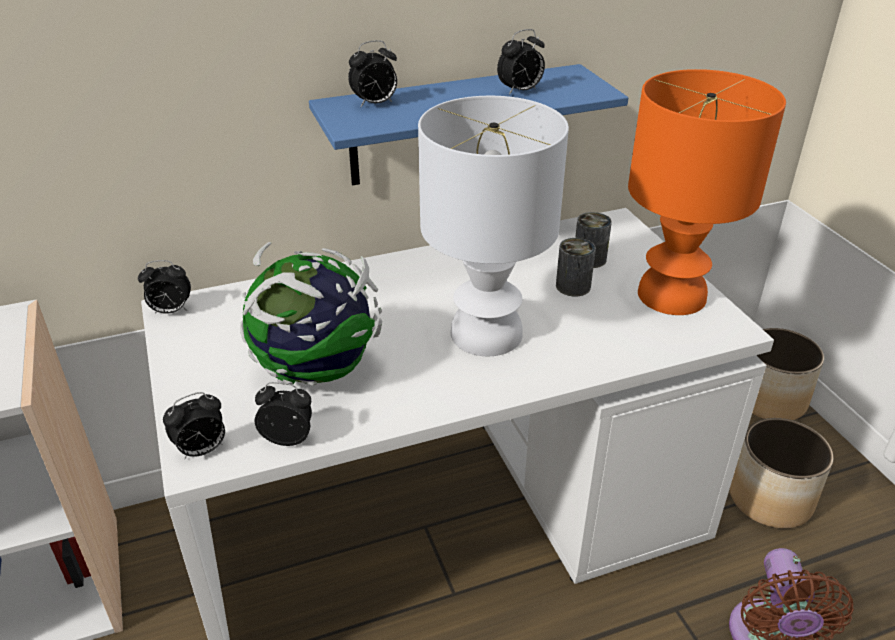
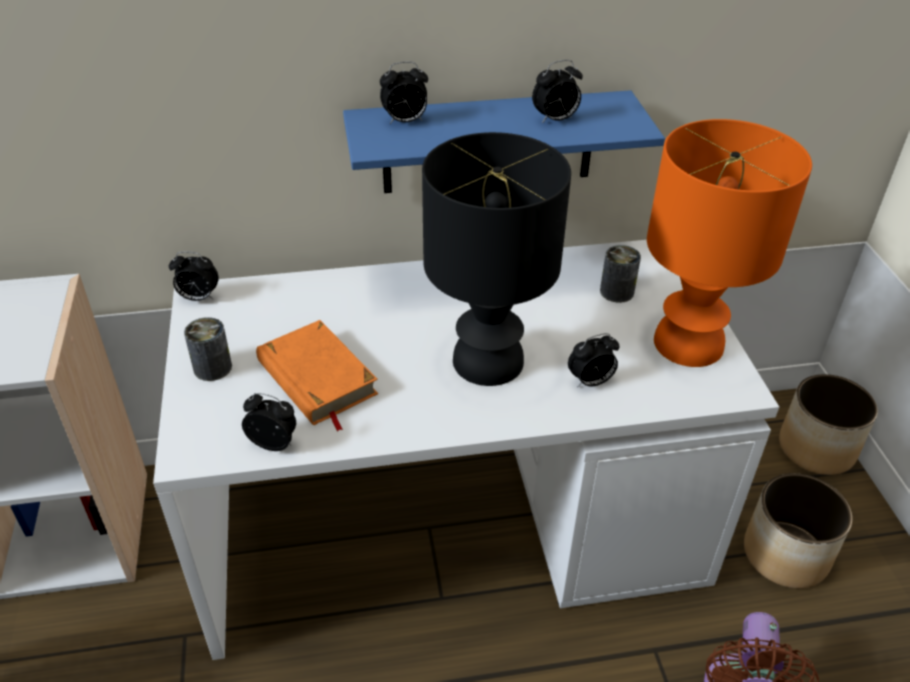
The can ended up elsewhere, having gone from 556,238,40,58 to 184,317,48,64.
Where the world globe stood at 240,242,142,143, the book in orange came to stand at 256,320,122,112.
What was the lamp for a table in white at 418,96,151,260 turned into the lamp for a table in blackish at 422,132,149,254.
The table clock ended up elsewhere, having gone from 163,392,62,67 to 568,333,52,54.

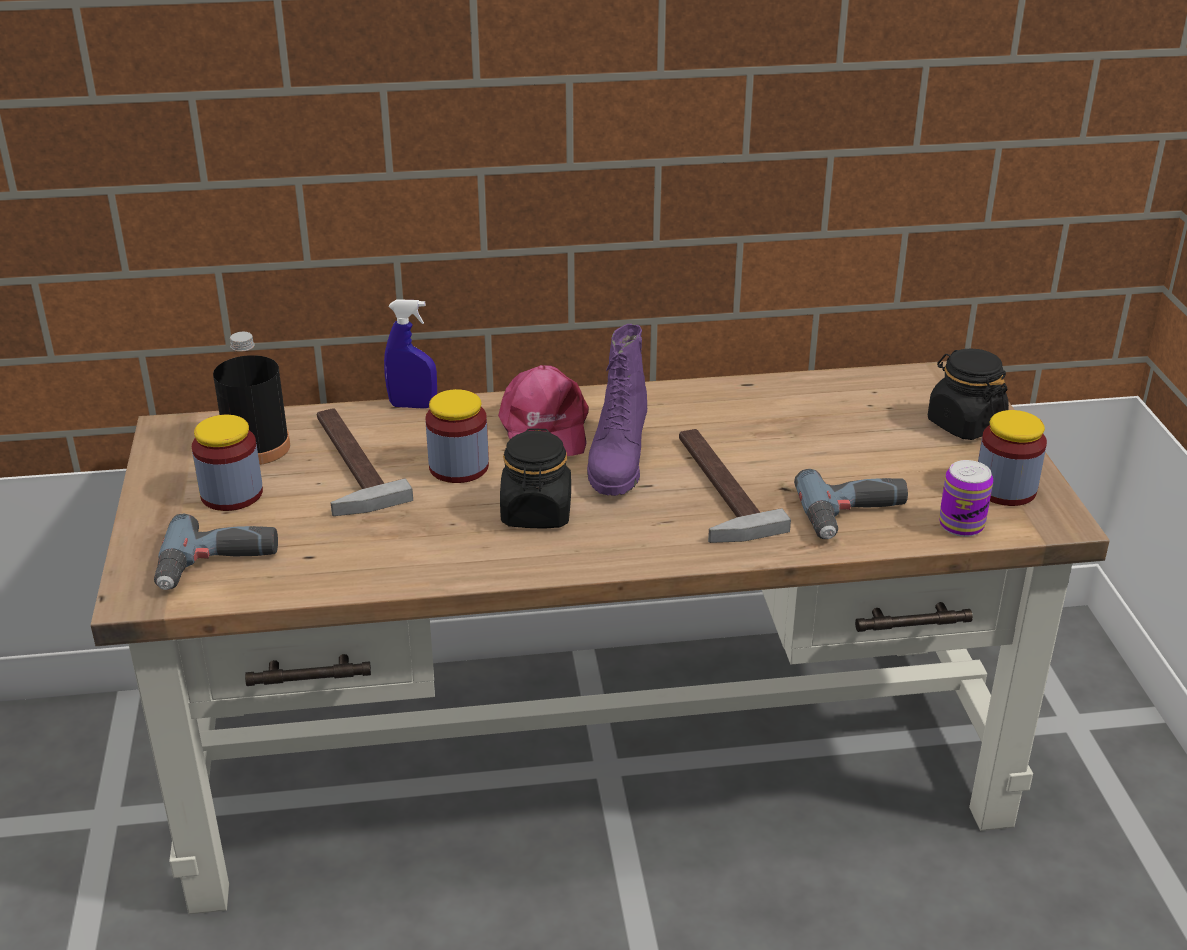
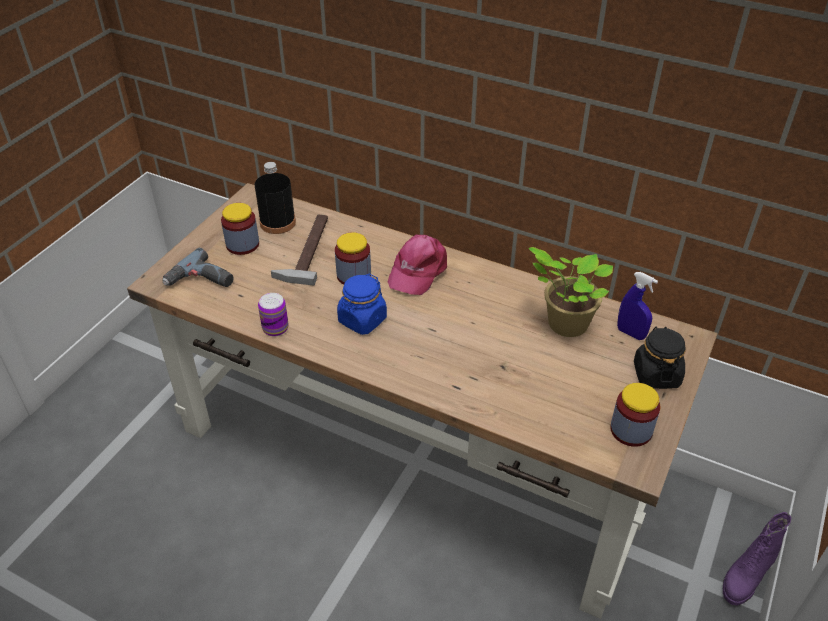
The can ended up elsewhere, having gone from 939,460,54,77 to 258,293,31,43.
What was the jar in blackish at 500,428,71,100 turned into the jar in blue at 337,274,50,61.
The second view gained the plant in a pot at 529,247,84,90.
The spray bottle in blue ended up elsewhere, having gone from 384,299,53,110 to 617,272,41,68.
The tall boot in purple ended up elsewhere, having gone from 587,324,60,172 to 722,512,69,94.
The second view lost the hand hammer at 679,429,112,114.
The second view lost the drill at 794,469,114,70.

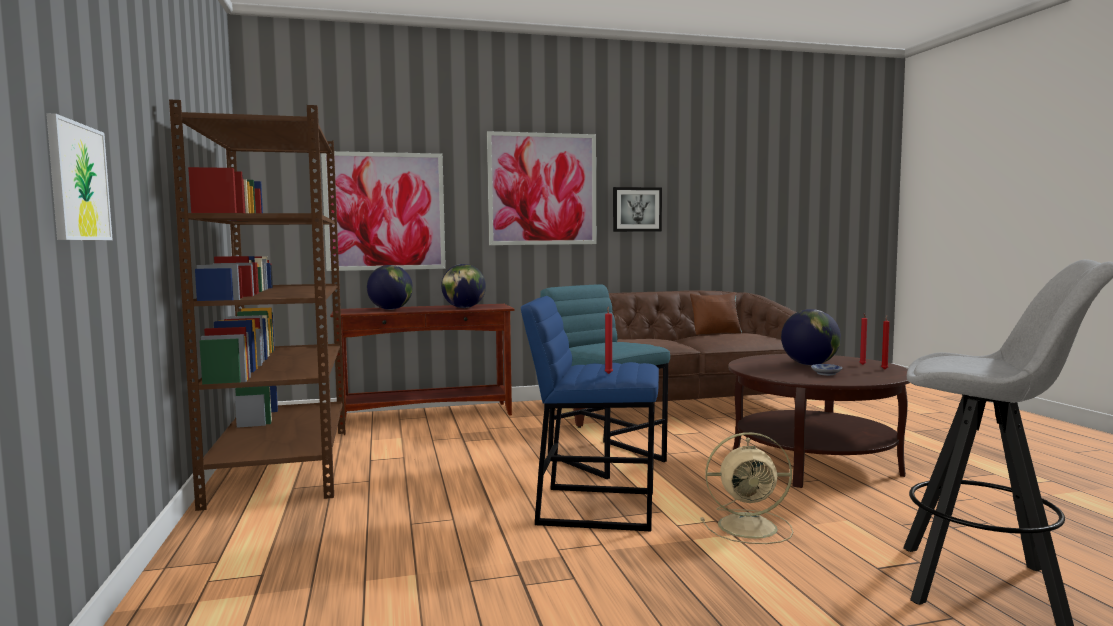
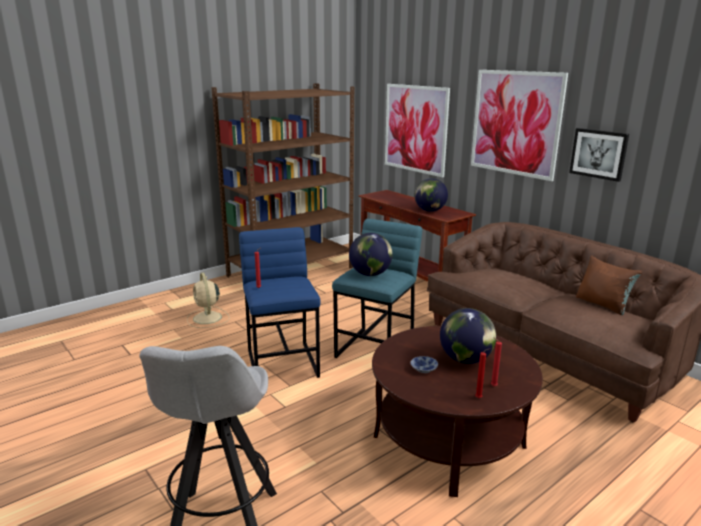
The electric fan in beige ended up elsewhere, having gone from 700,432,93,112 to 187,273,43,55.
The world globe ended up elsewhere, having gone from 367,265,46,45 to 349,233,44,43.
The second view lost the wall picture at 46,113,67,127.

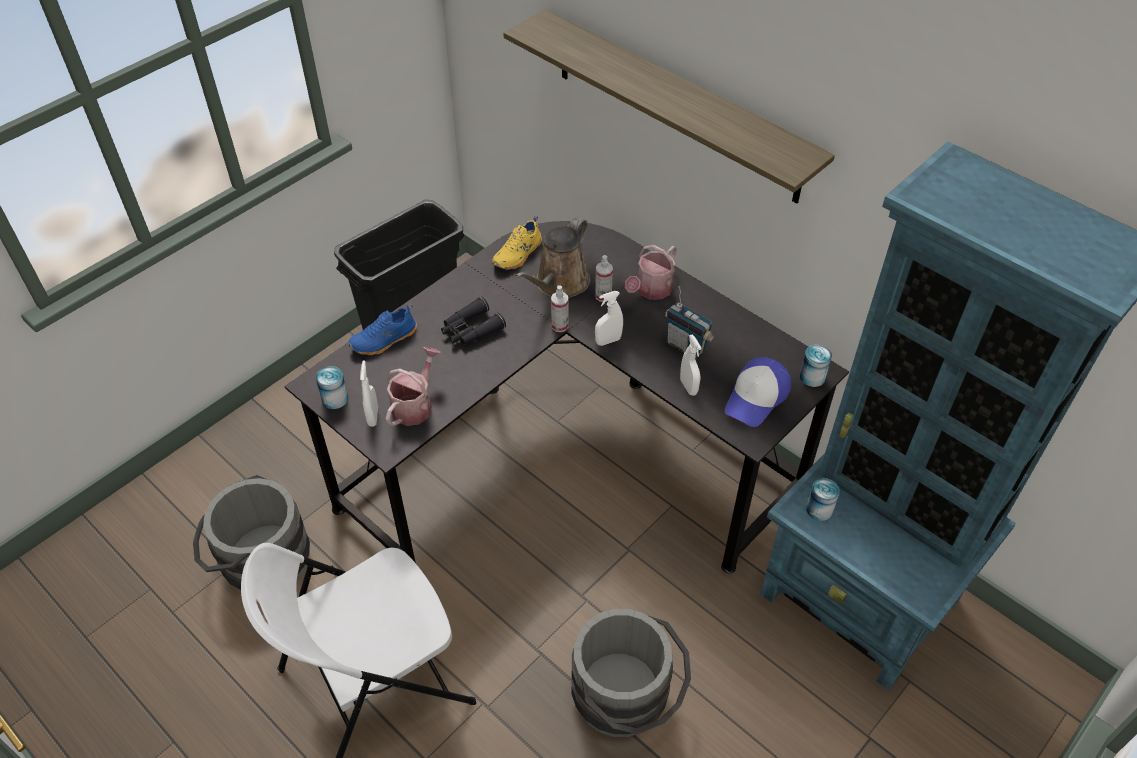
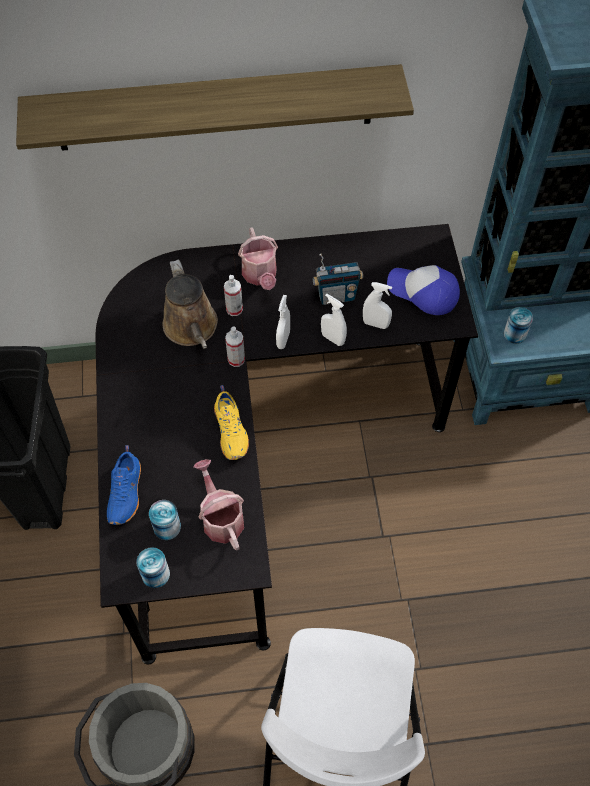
The can ended up elsewhere, having gone from 800,345,32,42 to 149,500,32,40.
The low shoe in yellow ended up elsewhere, having gone from 492,216,50,54 to 214,385,35,75.
The spray bottle in white ended up elsewhere, having gone from 360,360,18,67 to 321,294,26,52.
The peaked cap at 725,357,66,70 ended up facing another way, 135 degrees clockwise from before.
The second view lost the binoculars in blackish at 441,296,65,49.
The second view lost the water bucket in gray at 572,609,119,128.

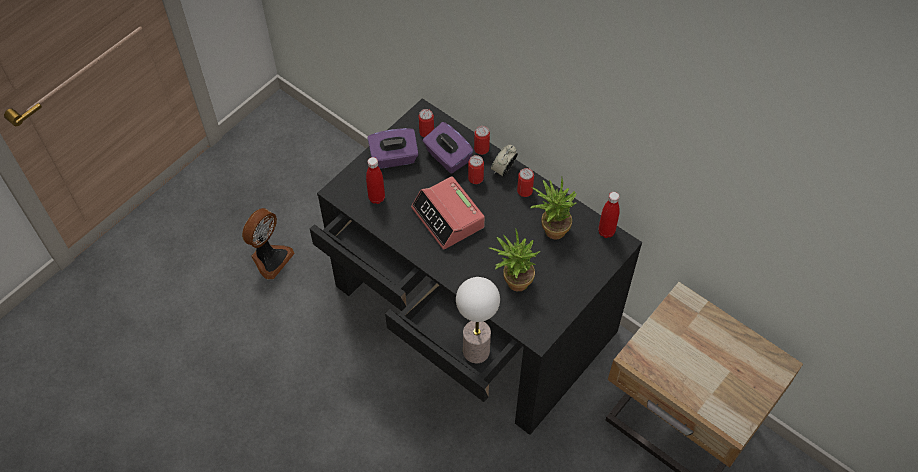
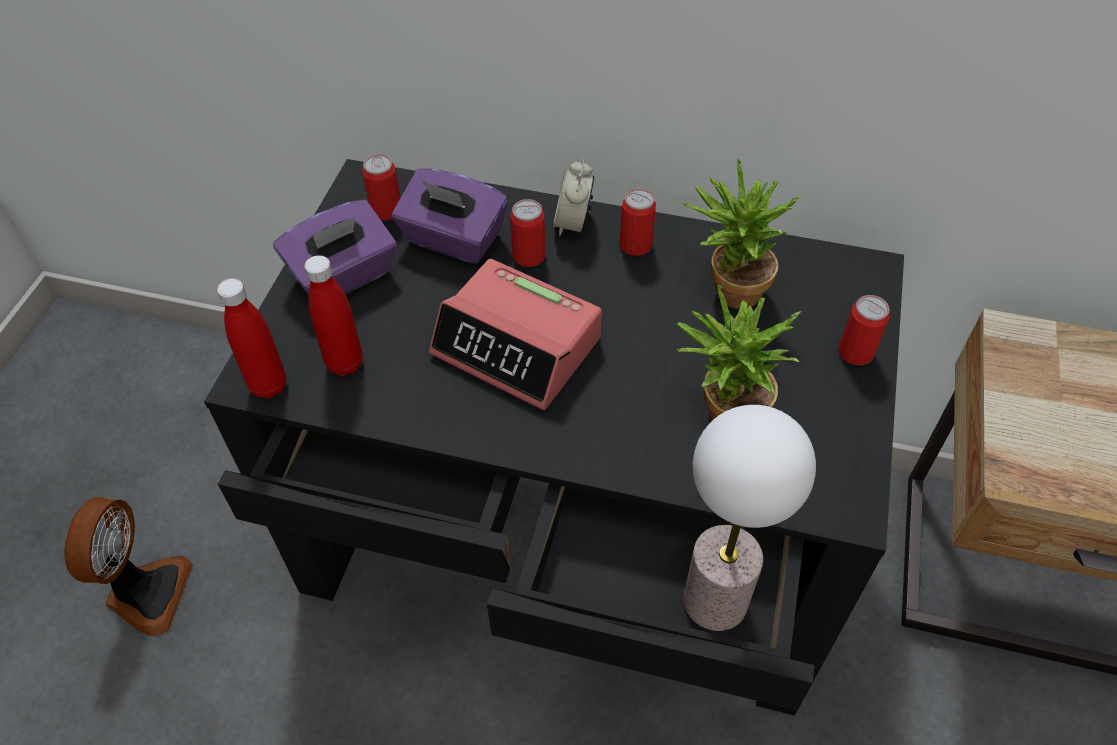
The beverage bottle in reddish ended up elsewhere, having gone from 598,192,22,46 to 217,278,69,121.
The can ended up elsewhere, having gone from 474,126,16,29 to 838,295,52,70.

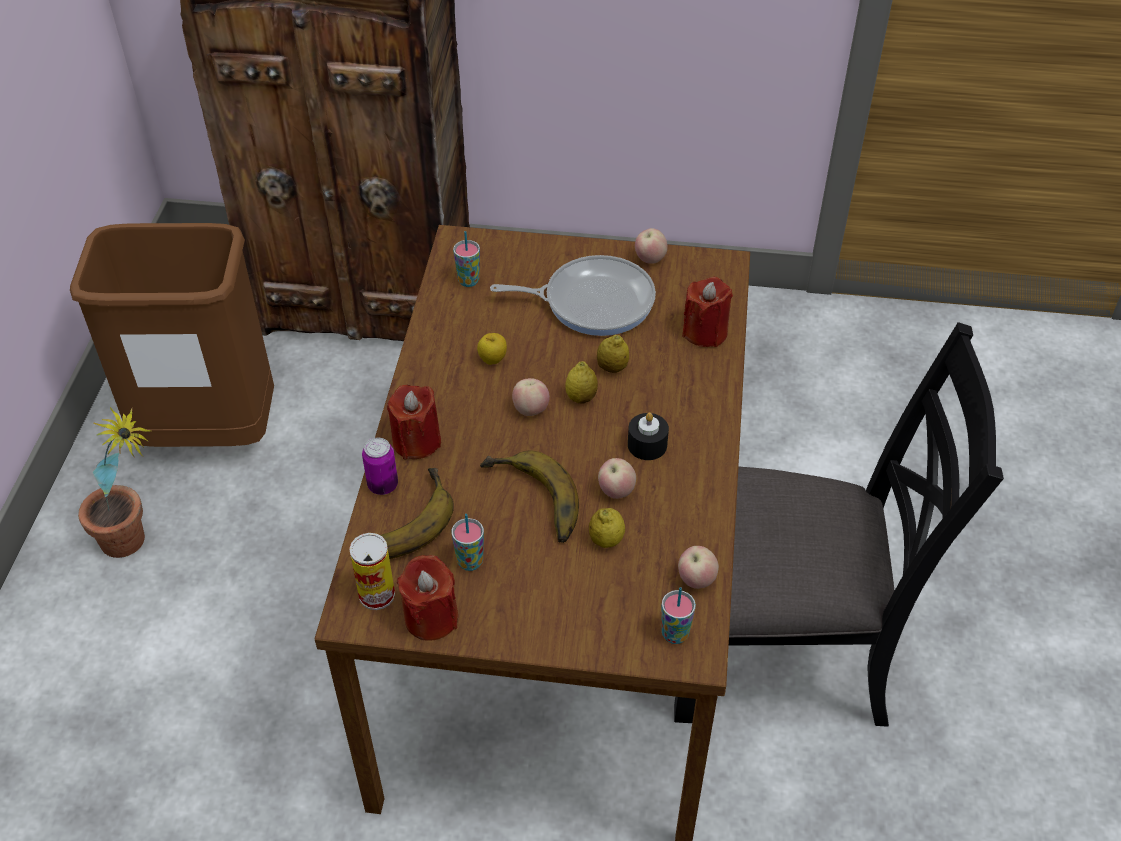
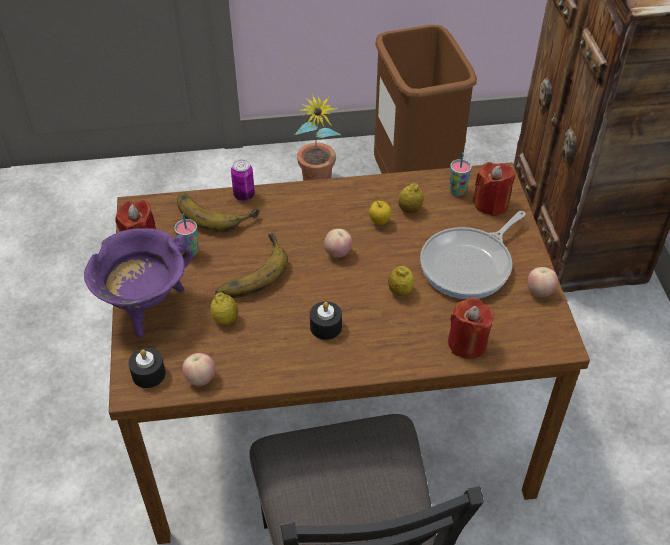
The second view gained the cooking pot in purple at 84,228,109,110.
Where the cup stood at 662,587,34,57, the candle in blackish came to stand at 128,348,37,40.
The whole lemon ended up elsewhere, having gone from 565,361,33,42 to 398,183,26,30.
The pan at 490,255,166,81 ended up facing another way, 60 degrees clockwise from before.
The candle in reddish ended up elsewhere, having gone from 387,384,54,76 to 473,162,42,54.
The second view lost the can at 349,533,46,77.
The second view lost the apple at 598,458,38,41.

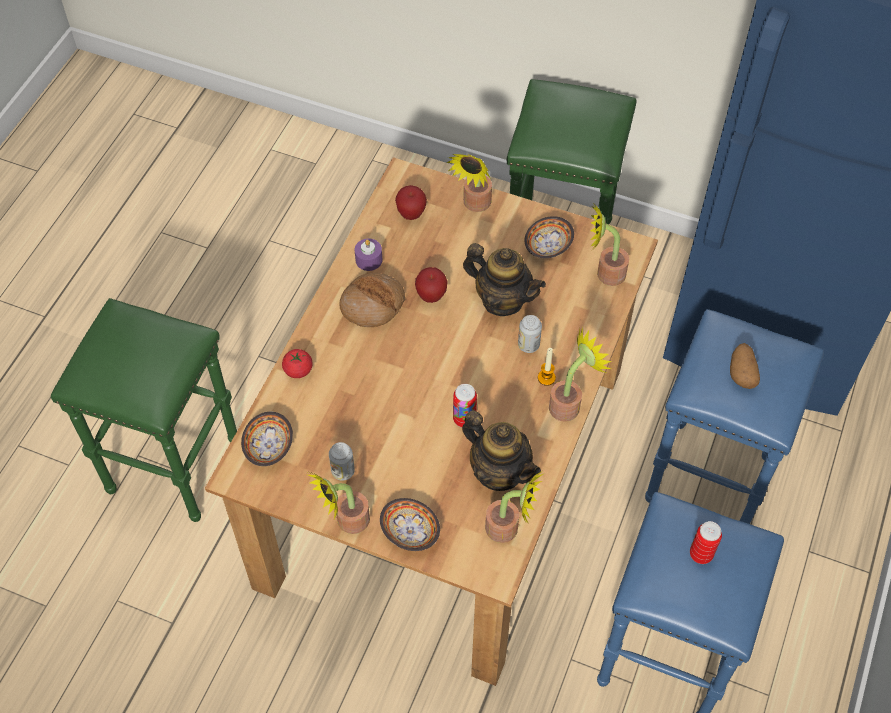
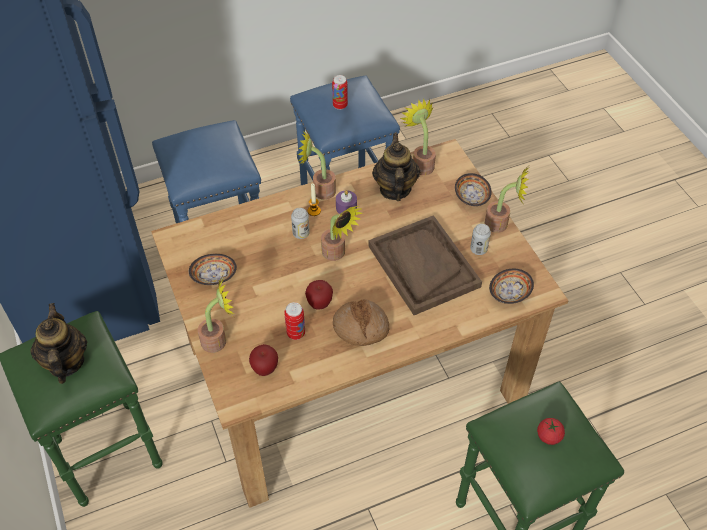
The teapot ended up elsewhere, having gone from 463,243,83,73 to 31,303,56,81.
The can ended up elsewhere, having gone from 453,384,24,43 to 284,302,21,38.
The plant in a pot ended up elsewhere, having gone from 590,203,39,83 to 321,206,41,55.
The candle in purple ended up elsewhere, having gone from 355,238,27,33 to 336,190,21,24.
The second view gained the serving tray in brown-coloured at 368,215,114,100.
The tomato ended up elsewhere, having gone from 282,349,31,29 to 537,418,28,27.
The second view lost the potato at 730,343,30,46.

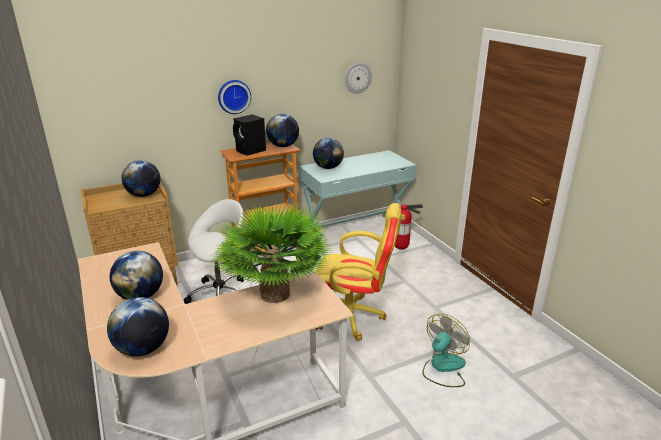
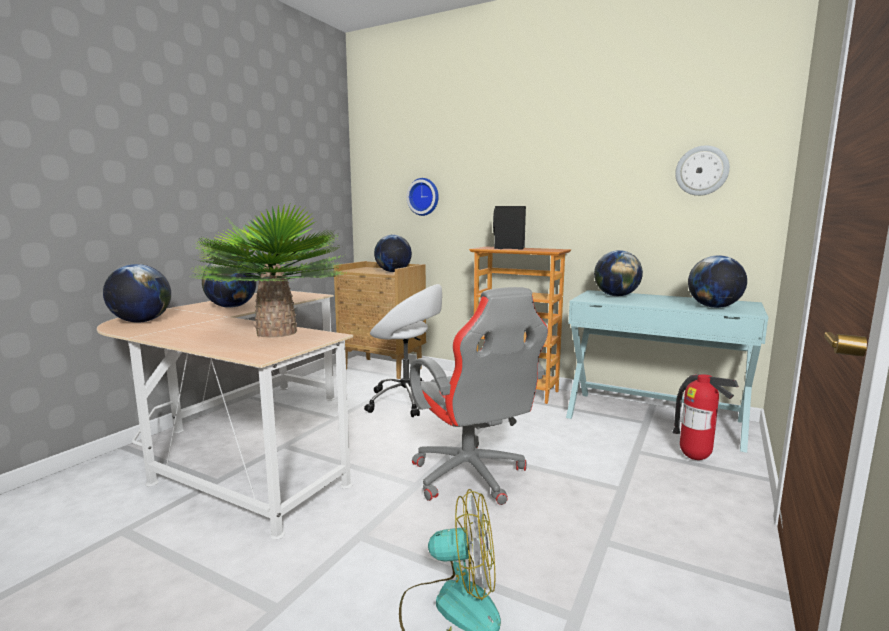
The wall clock ended up elsewhere, having gone from 218,80,33,34 to 407,178,32,38.
What was the desk chair in yellow at 316,203,85,138 turned into the desk chair in gray at 410,287,138,218.
The world globe ended up elsewhere, having gone from 266,114,33,33 to 688,255,59,53.

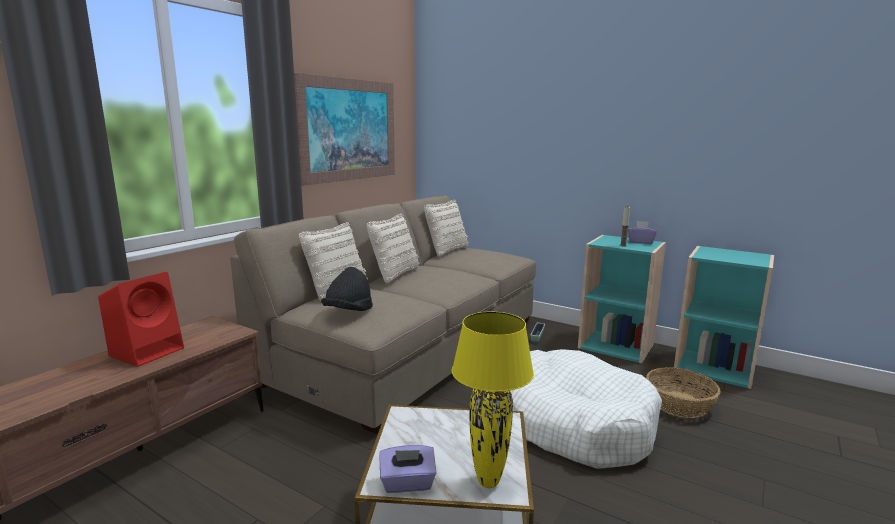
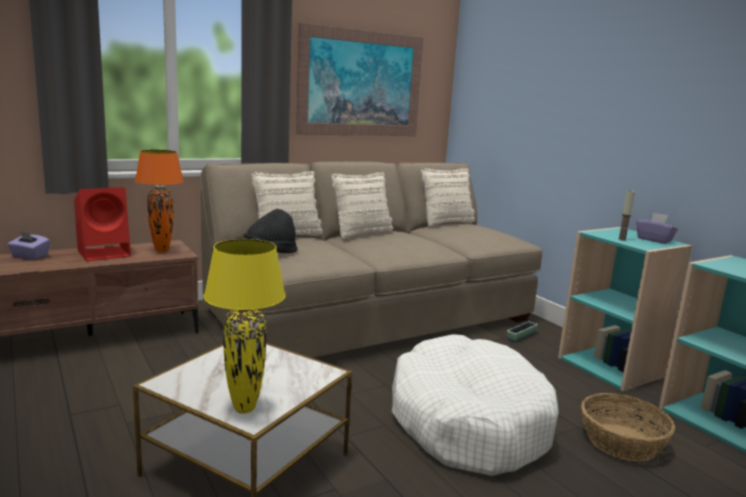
The box of tissues in purple ended up elsewhere, having gone from 379,445,57,48 to 7,231,43,29.
The second view gained the lamp for a table in orange at 135,150,49,103.

